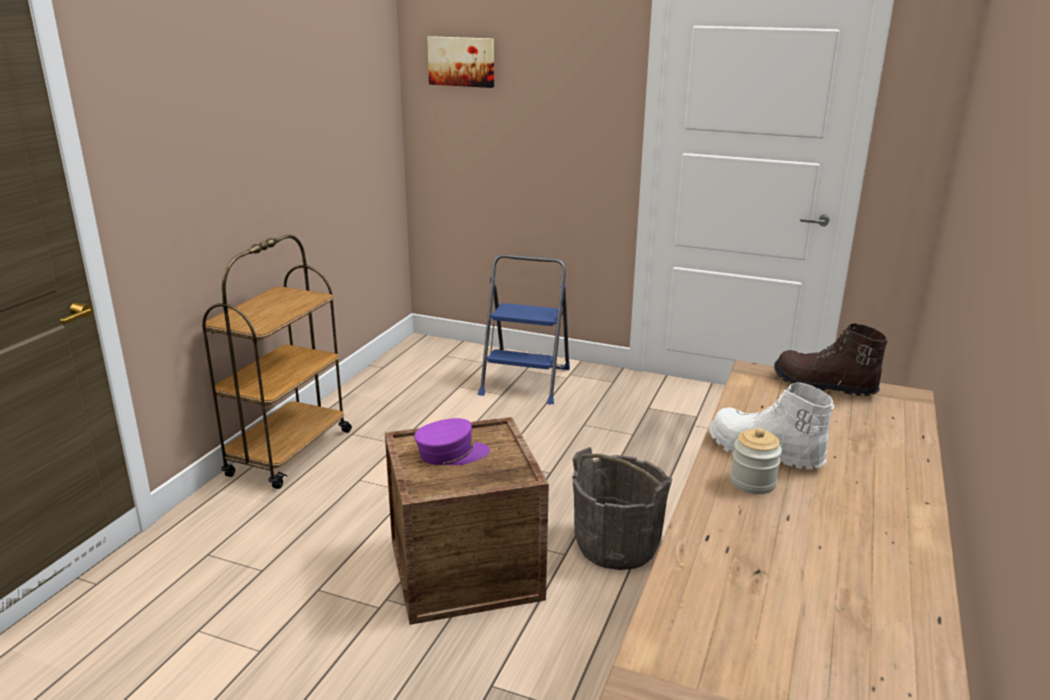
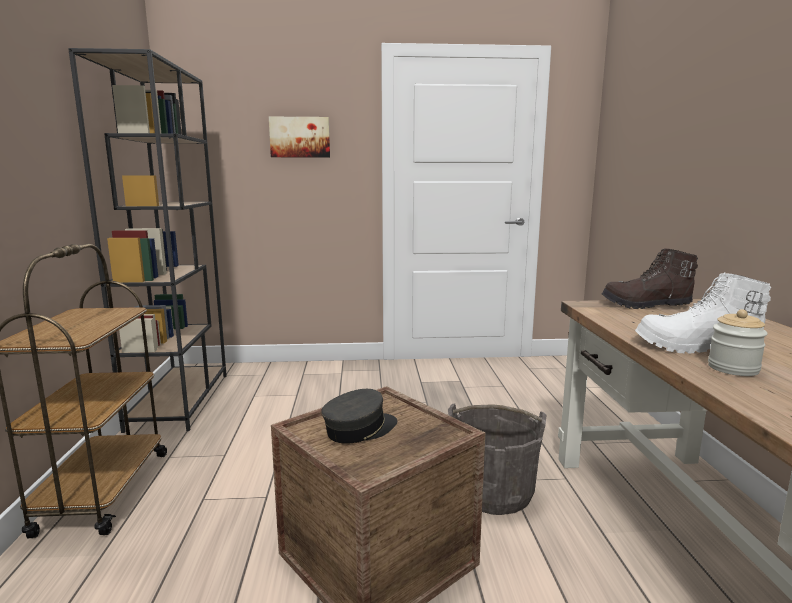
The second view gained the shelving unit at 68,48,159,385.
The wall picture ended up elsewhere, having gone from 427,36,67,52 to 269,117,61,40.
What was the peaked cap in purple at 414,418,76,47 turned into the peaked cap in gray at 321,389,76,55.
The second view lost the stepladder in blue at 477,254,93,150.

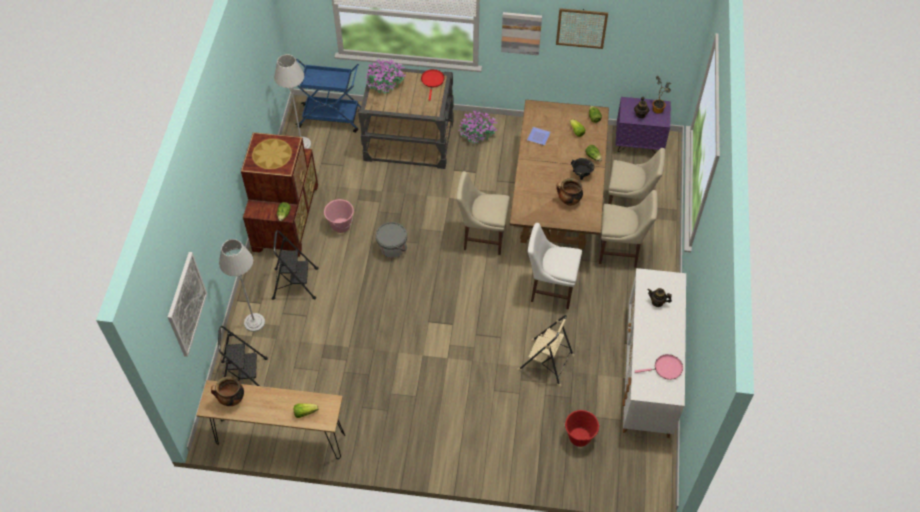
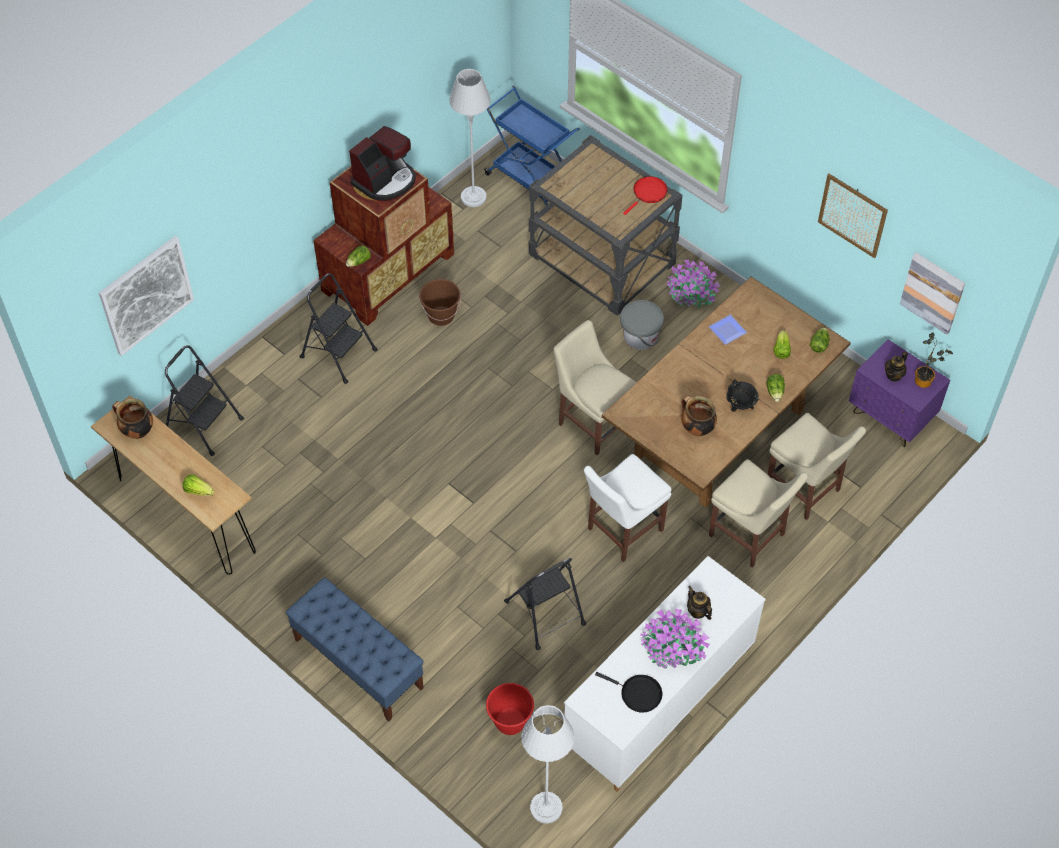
The second view gained the indoor bench in blue at 286,577,138,145.
The second view gained the coffee brewer at 349,126,67,75.
What was the water bucket in pink-coloured at 324,199,30,34 turned into the water bucket in brown-coloured at 419,279,42,47.
What was the stepladder in beige at 518,315,57,72 turned into the stepladder in blackish at 504,558,82,92.
The floor lamp in gray ended up elsewhere, having gone from 219,239,46,93 to 521,705,54,119.
The upright chair in white at 528,223,54,86 ended up facing another way, 90 degrees counterclockwise from before.
What was the pan in pink-coloured at 635,354,48,26 turned into the pan in blackish at 595,672,67,41.
The water bucket in gray ended up elsewhere, having gone from 376,222,31,36 to 620,300,44,50.
The plant in a pot ended up elsewhere, having gone from 365,58,41,36 to 640,609,70,60.
The wall picture ended up elsewhere, having gone from 501,12,41,43 to 900,253,65,82.

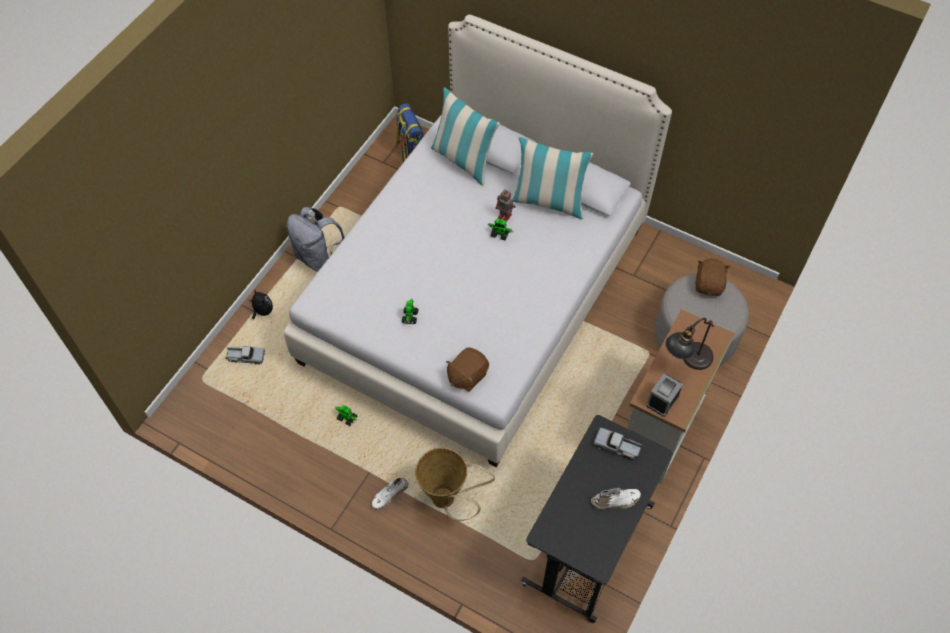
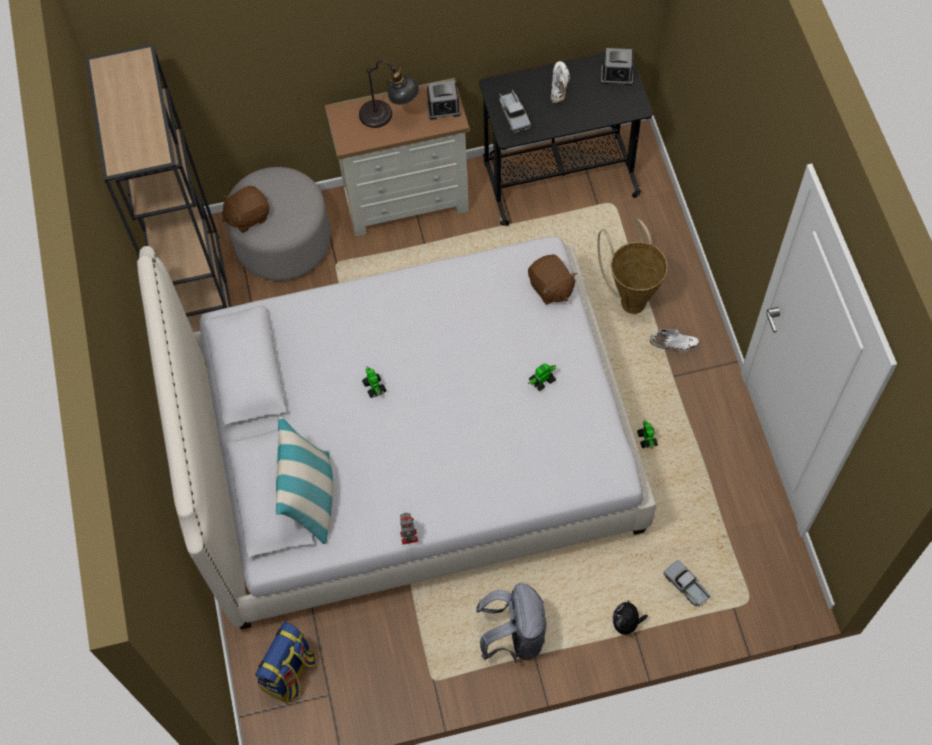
The second view gained the shelving unit at 86,44,146,288.
The toy robot ended up elsewhere, having gone from 495,189,20,33 to 400,512,18,32.
The cuddly toy in brown-coloured at 446,347,43,45 ended up facing another way, 60 degrees clockwise from before.
The low shoe in white at 591,488,50,21 ended up facing another way, 60 degrees clockwise from before.
The second view gained the table clock at 601,48,33,37.
The second view lost the pillow at 512,137,81,82.

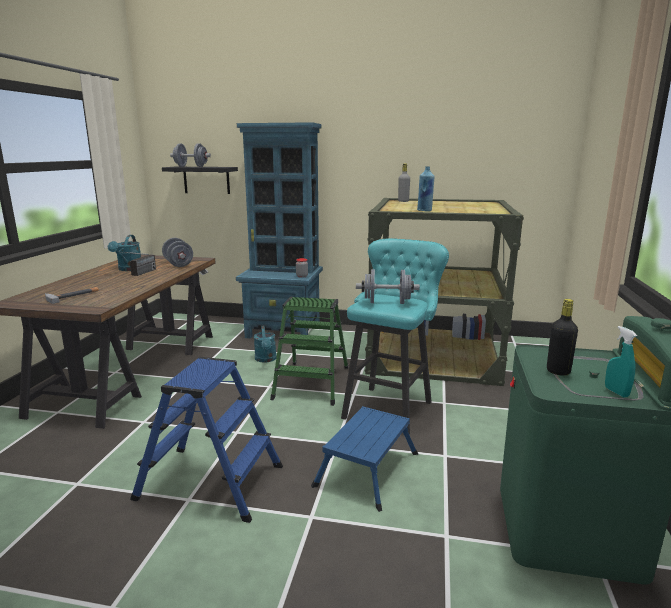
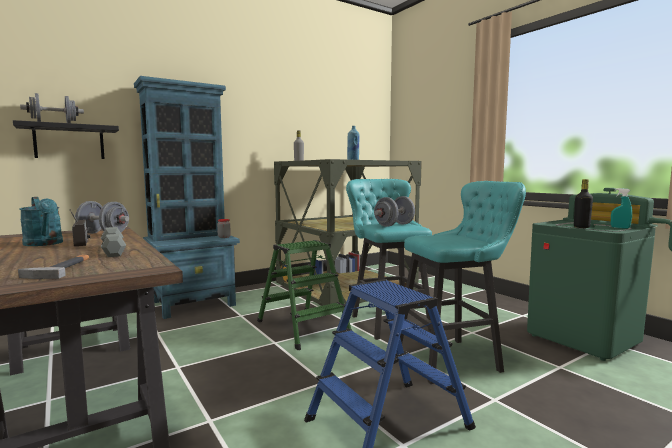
The second view gained the hand weight in gray at 101,227,25,30.
Where the stepladder in blue stood at 311,406,107,106, the sitting stool in turquoise-coloured came to stand at 400,181,126,203.
The second view lost the watering can in turquoise-coloured at 254,326,23,37.

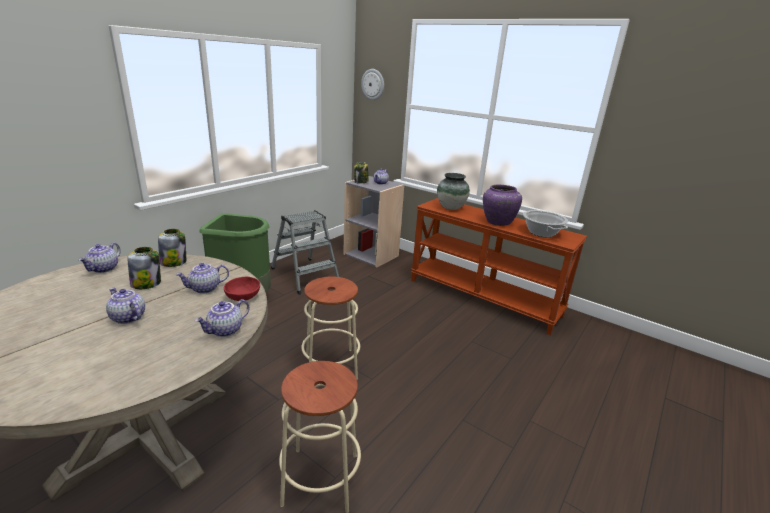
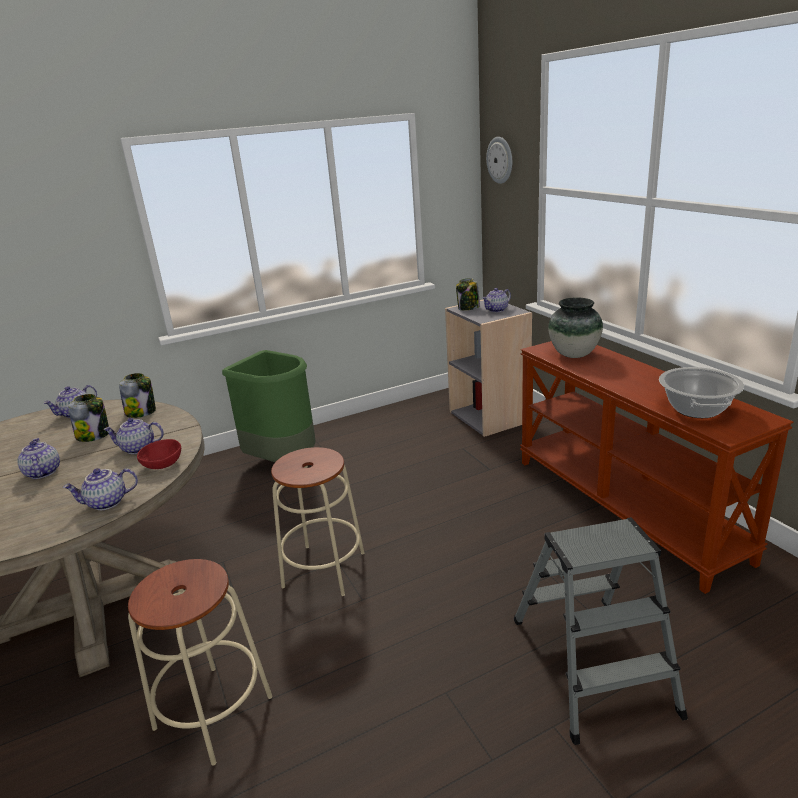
The stepladder in gray ended up elsewhere, having gone from 271,210,68,85 to 514,517,174,228.
The second view lost the flower vase in purple at 483,184,39,42.

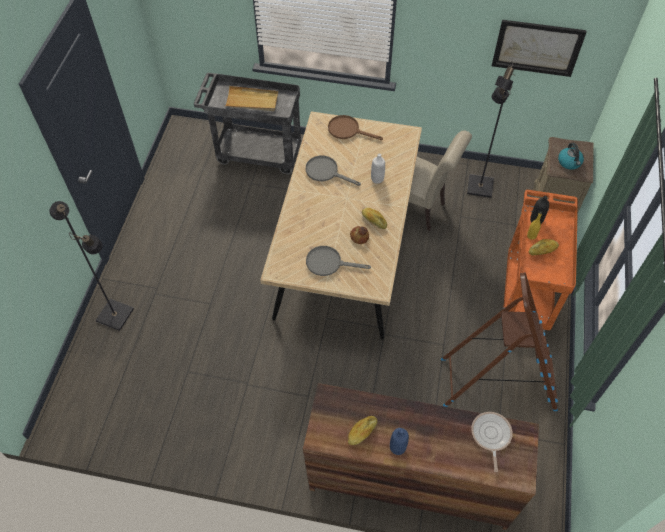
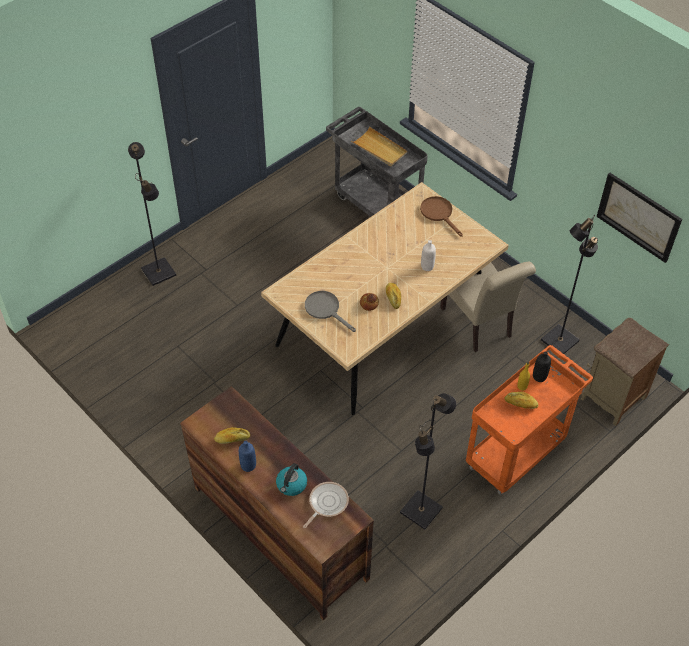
The tea kettle ended up elsewhere, having gone from 558,143,26,27 to 276,463,31,33.
Where the stepladder in brown-coloured stood at 441,272,117,139, the floor lamp in blackish came to stand at 400,393,56,137.
The second view lost the pan in gray at 306,156,55,30.

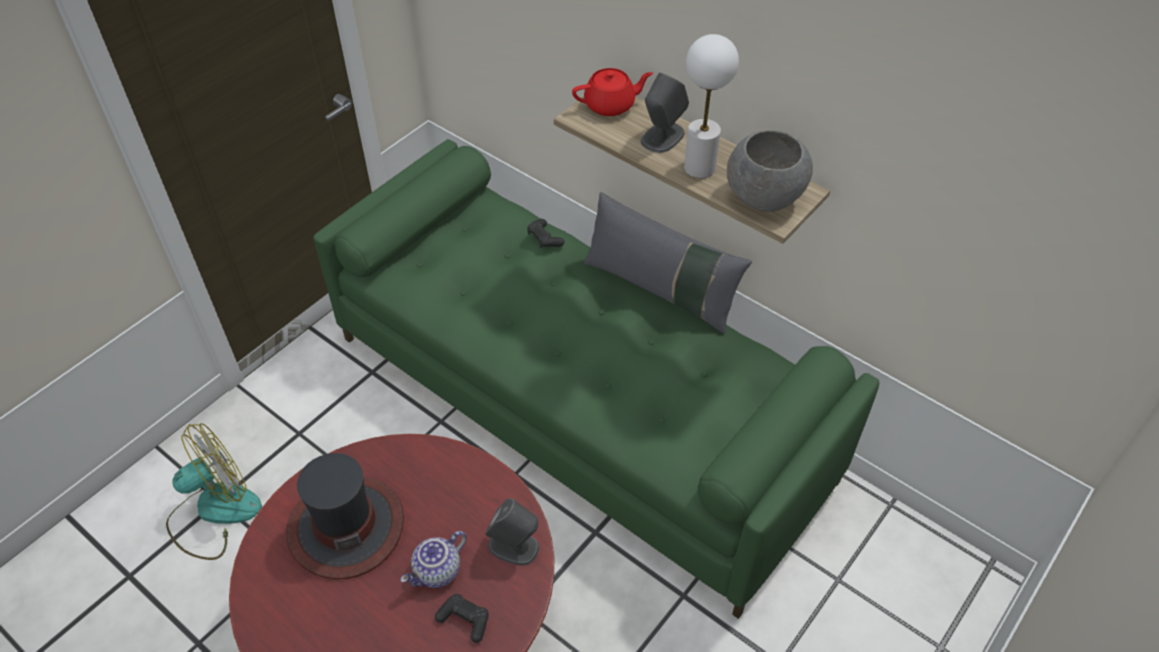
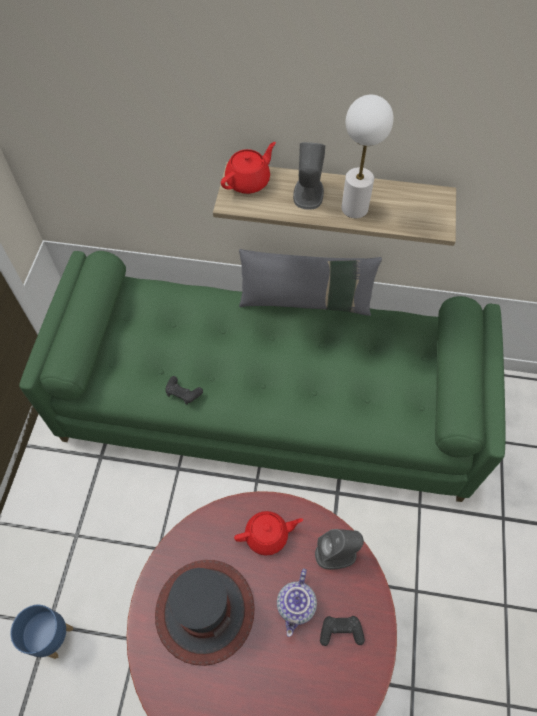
Where the electric fan stood at 166,423,96,137, the planter in blue came to stand at 10,605,63,54.
The game controller in blackish ended up elsewhere, having gone from 527,219,37,29 to 165,376,38,29.
The second view gained the teapot in reddish at 234,511,69,45.
The second view lost the bowl in gray at 727,130,86,82.

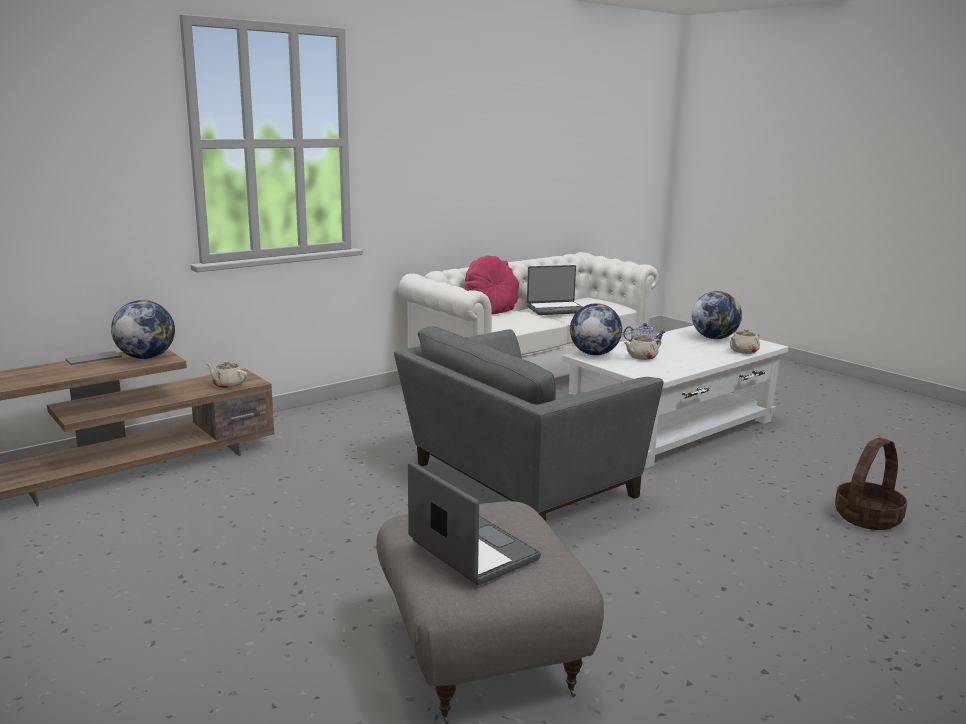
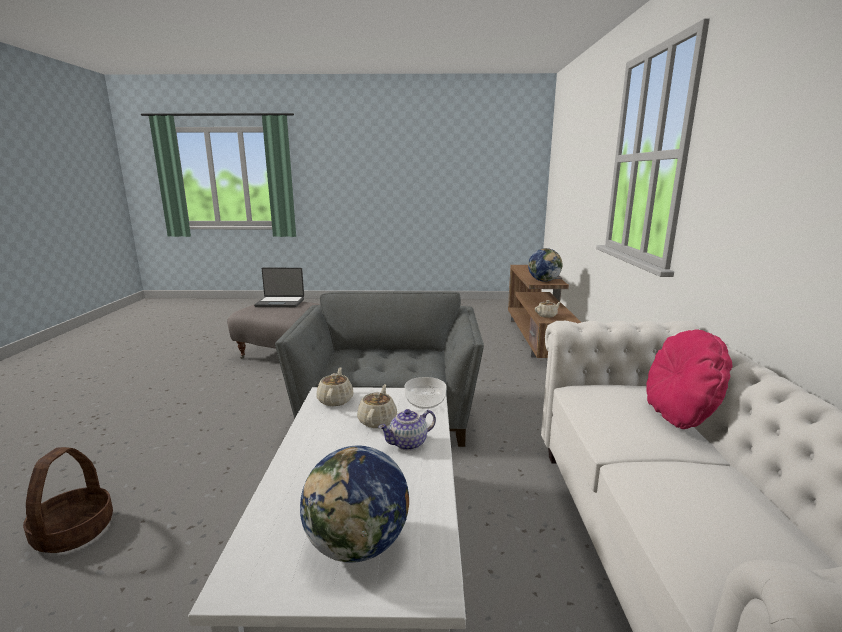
The teapot in beige ended up elsewhere, having gone from 730,329,30,25 to 316,367,37,39.
Where the world globe stood at 570,303,52,52, the bowl came to stand at 404,377,42,32.
The second view lost the notebook computer at 527,265,55,50.

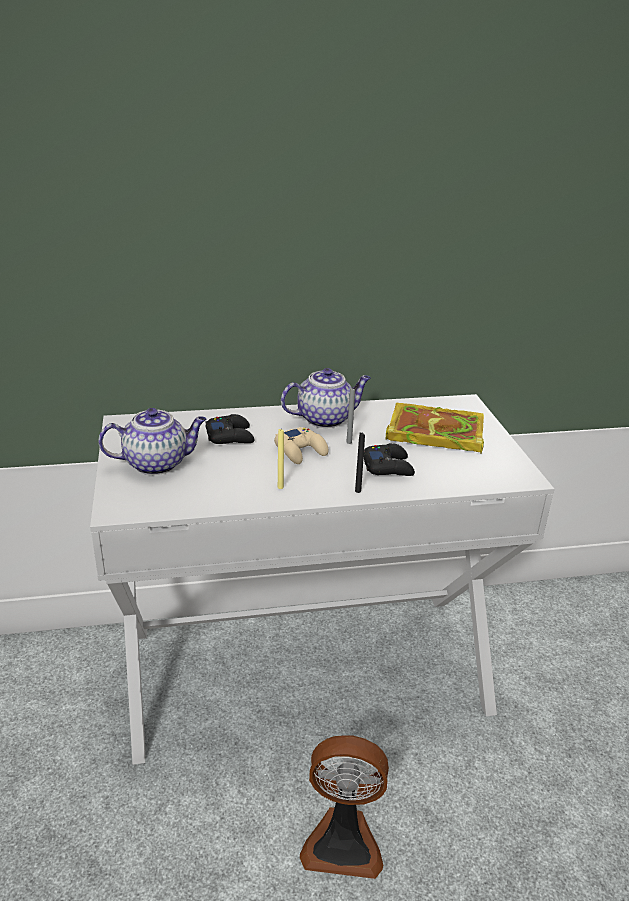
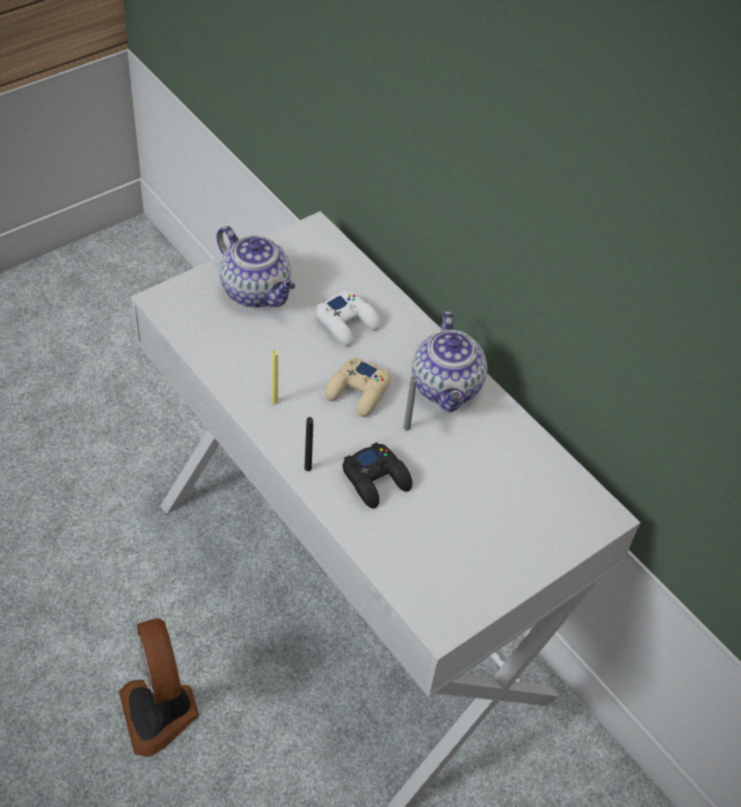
What was the game controller in blackish at 205,414,49,30 turned into the game controller in white at 316,290,64,56.
The teapot at 281,368,90,60 ended up facing another way, 45 degrees clockwise from before.
The second view lost the book at 386,402,98,52.

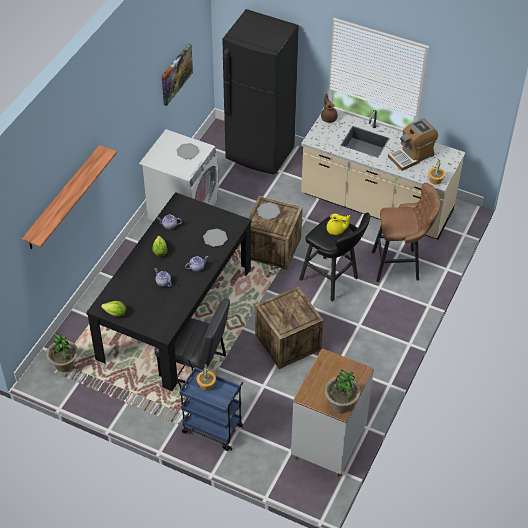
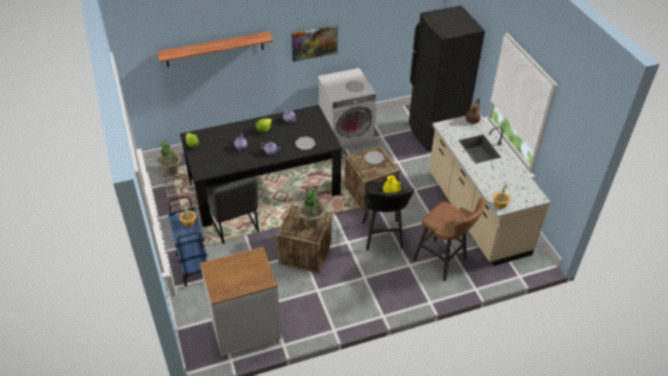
The wall picture ended up elsewhere, having gone from 162,43,31,63 to 291,25,47,37.
The plant in a pot ended up elsewhere, having gone from 324,369,37,44 to 297,188,29,40.
The second view lost the coffee brewer at 388,119,50,52.

